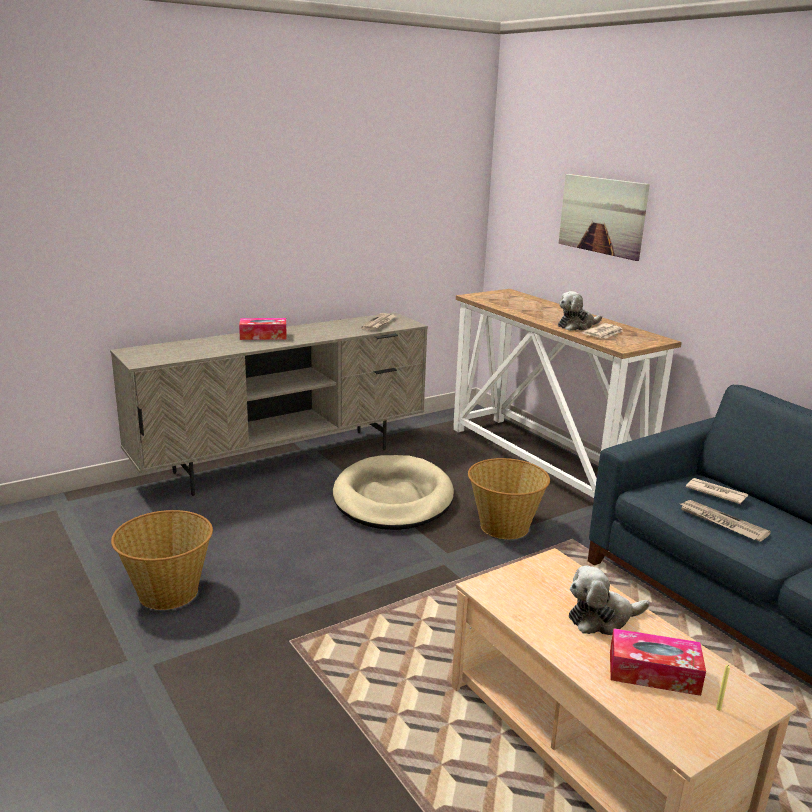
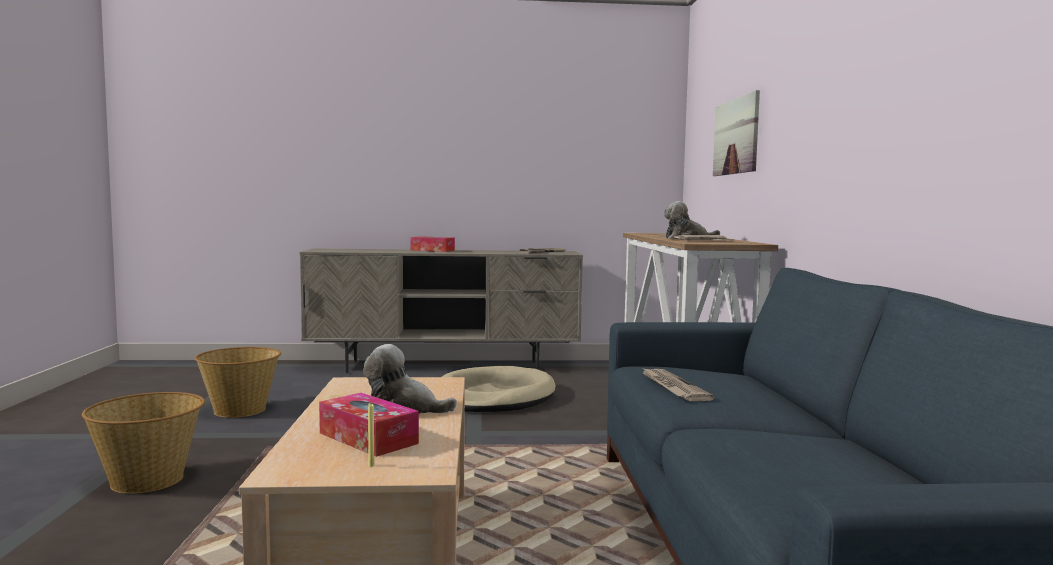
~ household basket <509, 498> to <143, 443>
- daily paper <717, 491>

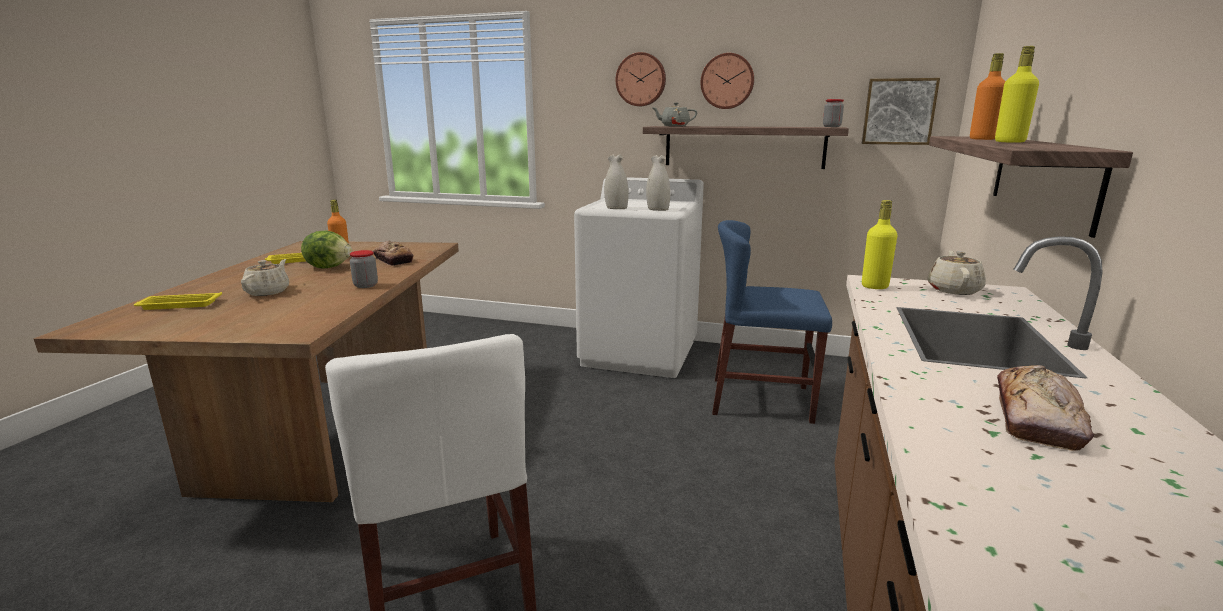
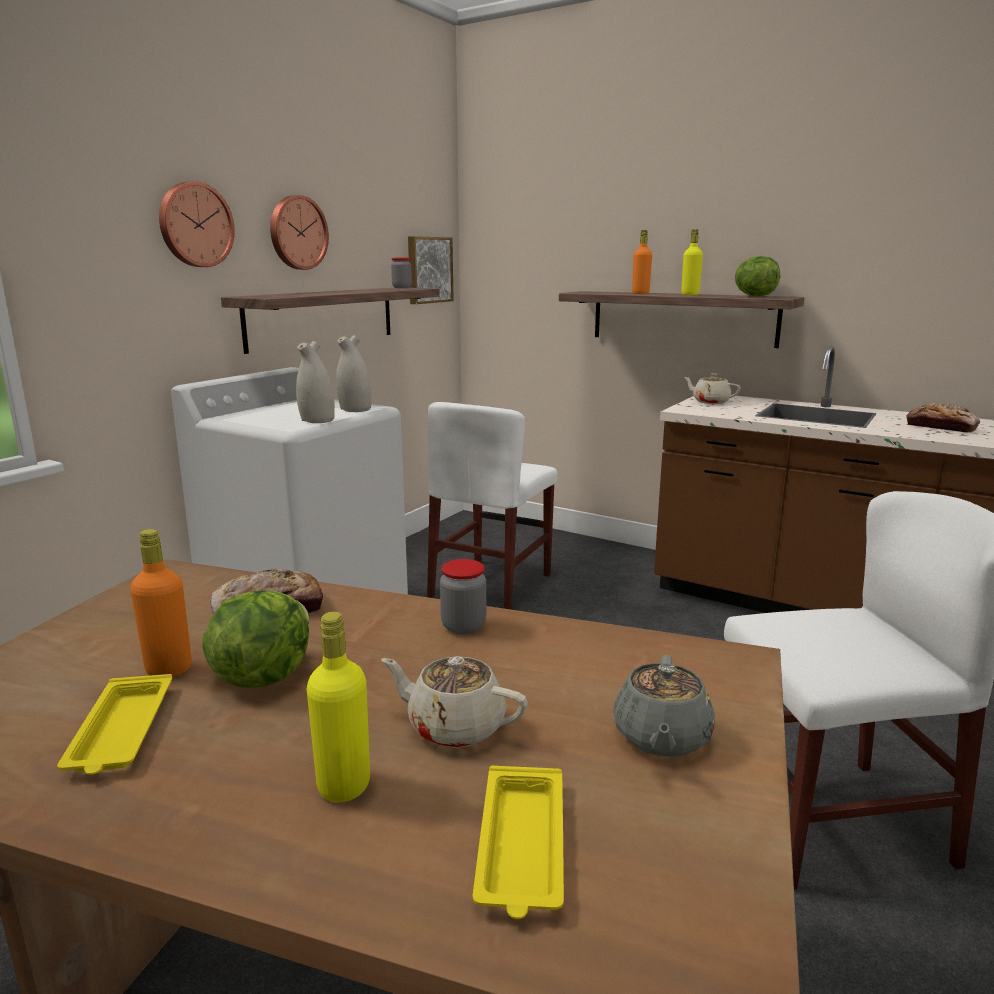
~ gray tea pot <674, 114> to <664, 706>
~ blue upright chair <772, 322> to whitish upright chair <492, 506>
~ yellow bottle <879, 244> to <338, 707>
+ lettuce head <757, 276>

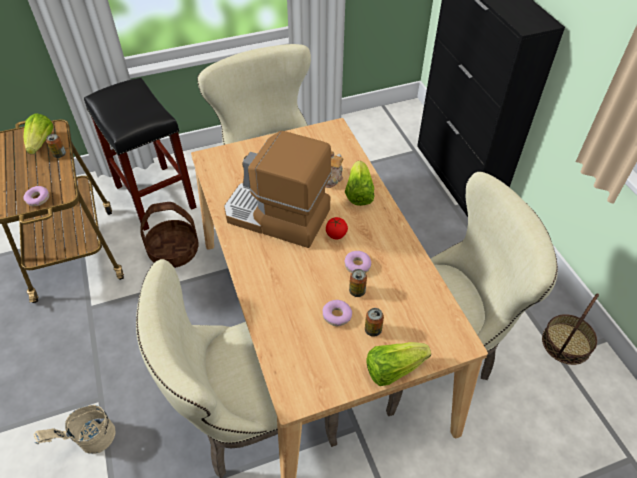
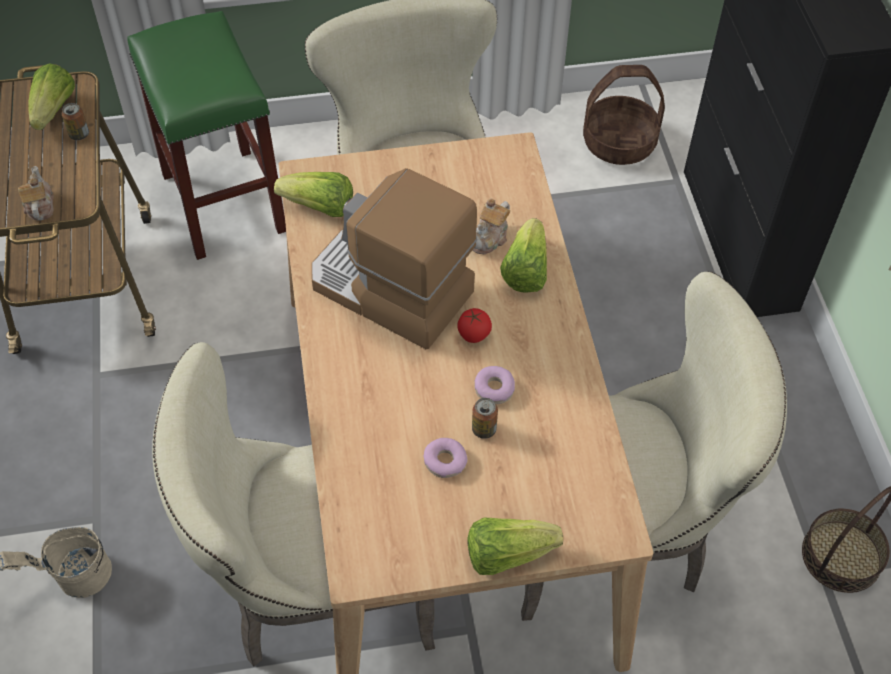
~ donut <36, 196> to tea pot <35, 193>
~ blackish sitting stool <140, 154> to green sitting stool <206, 135>
~ household basket <169, 235> to <624, 115>
- metal can <374, 322>
+ lettuce head <313, 194>

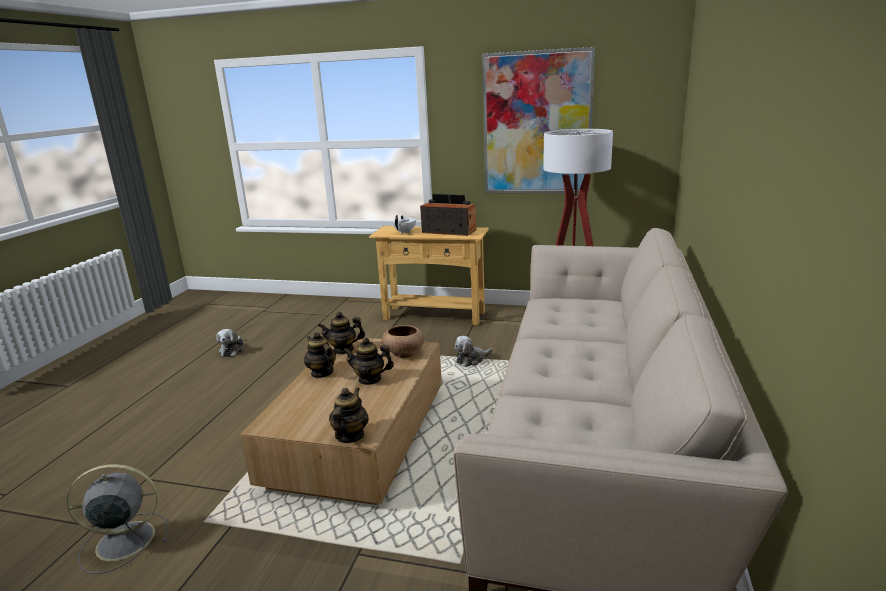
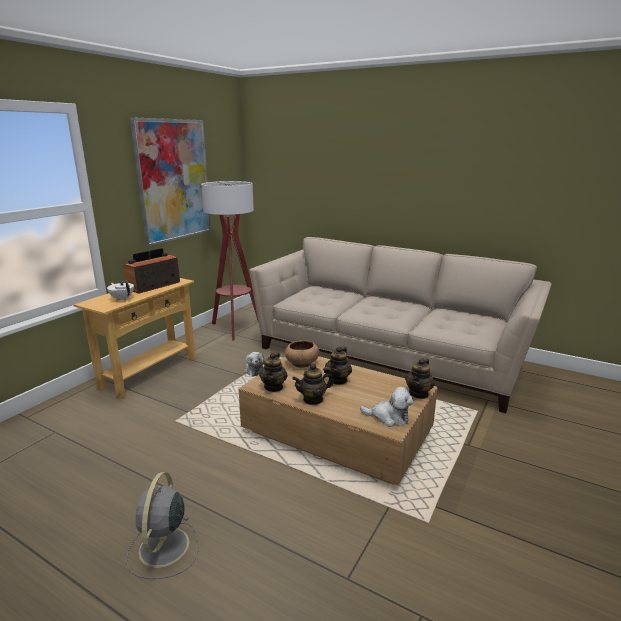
~ gray electric fan <117, 519> to <162, 525>
~ soft toy <230, 343> to <387, 407>
~ tea pot <349, 415> = <420, 378> 90 degrees counterclockwise

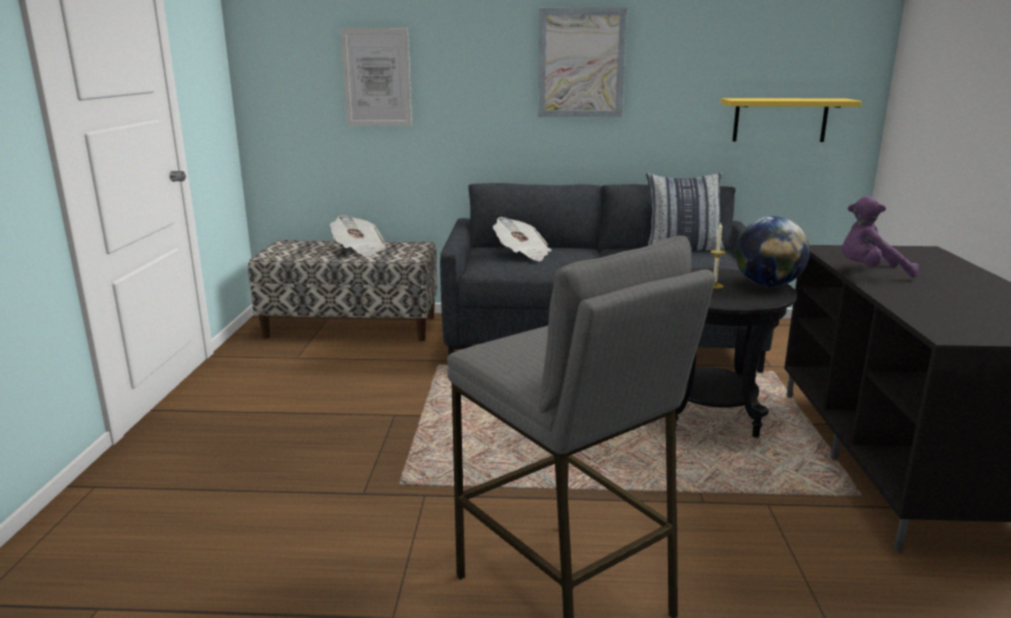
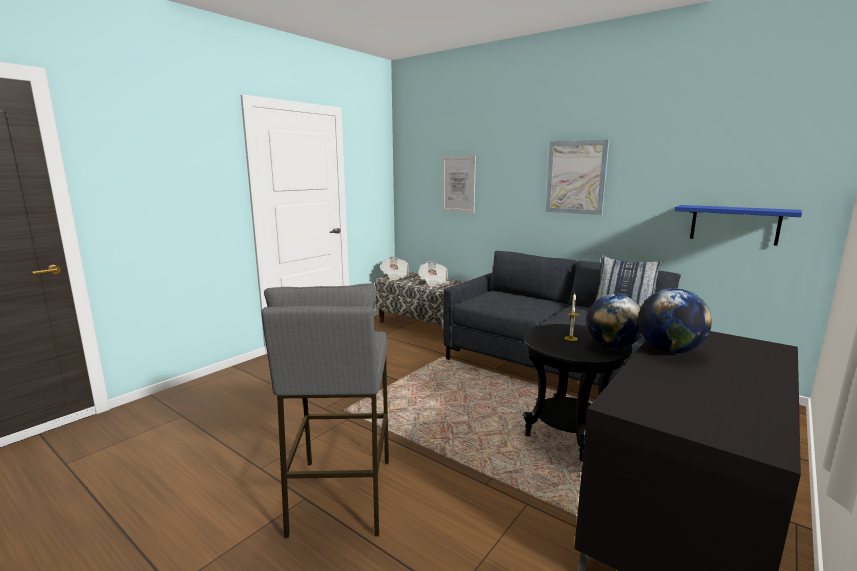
~ daily paper <522, 239> to <394, 268>
~ yellow bracket shelf <791, 120> to blue bracket shelf <738, 225>
~ purplish soft toy <880, 236> to world globe <675, 320>

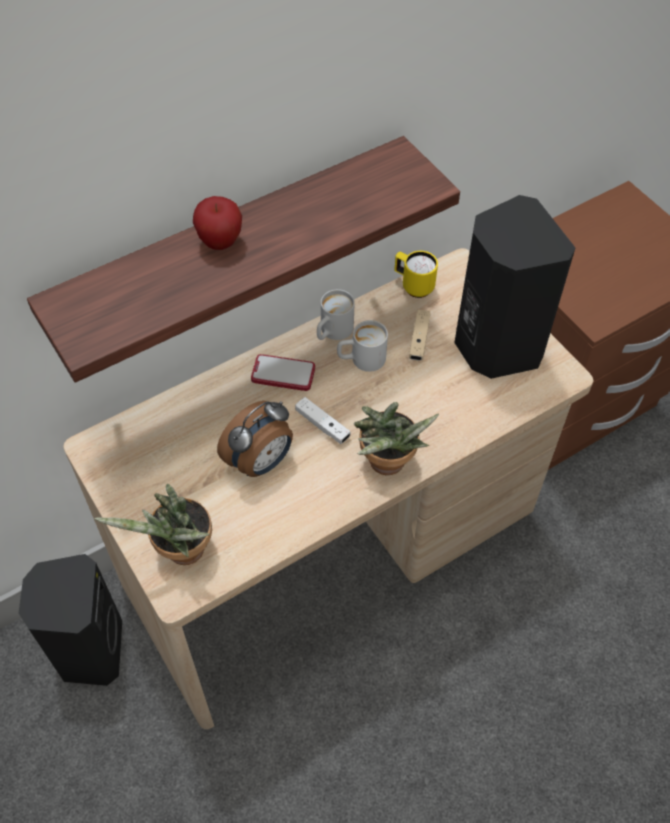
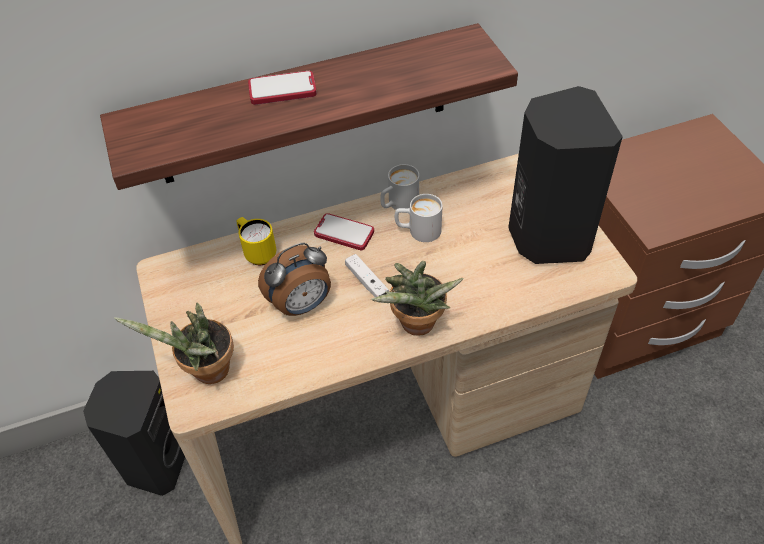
~ whole apple <217, 223> to phone <282, 88>
~ yellow coffee mug <416, 274> to <256, 241>
- beige gamepad <420, 335>

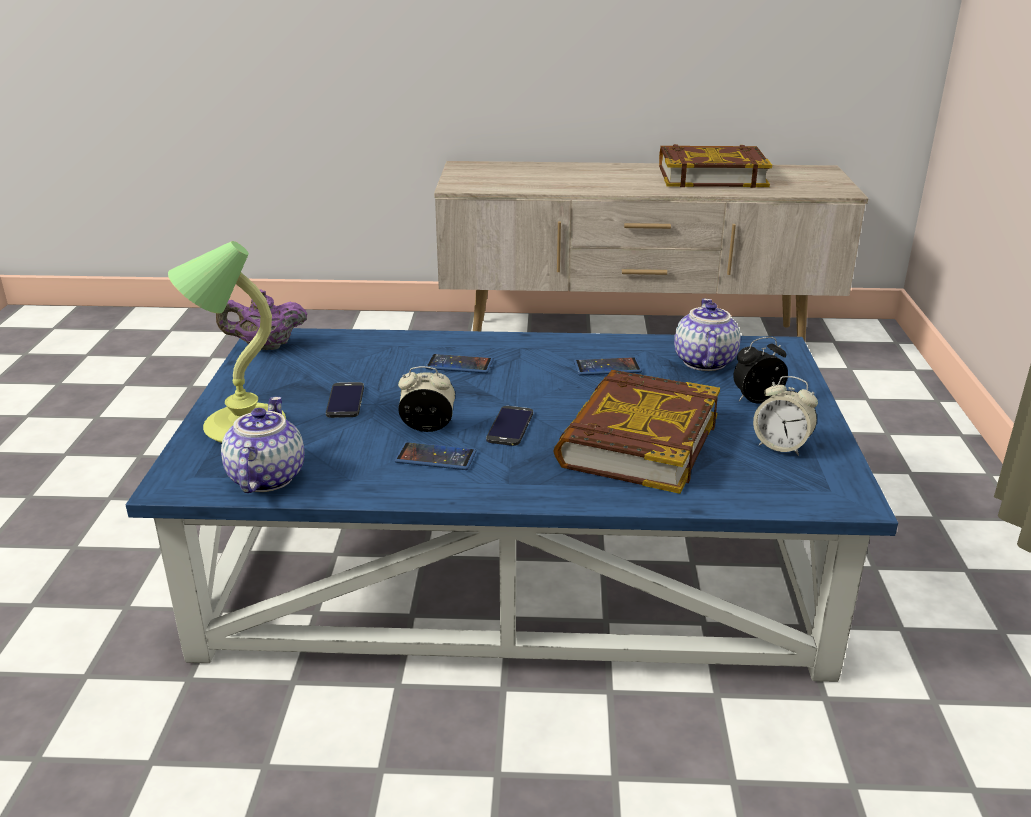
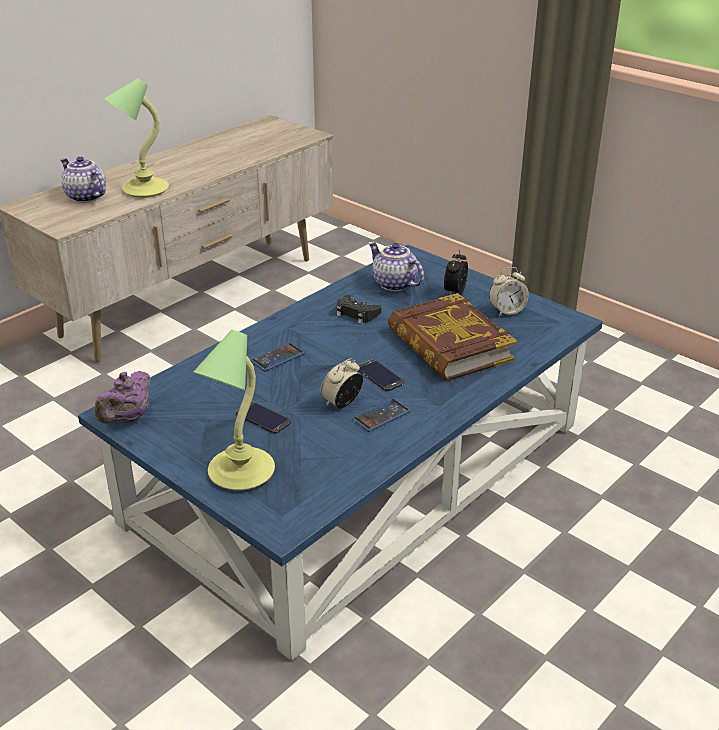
~ tea pot <262, 445> to <83, 179>
~ phone <608, 366> to blackish gamepad <359, 309>
- volume <715, 166>
+ tabletop lamp <136, 138>

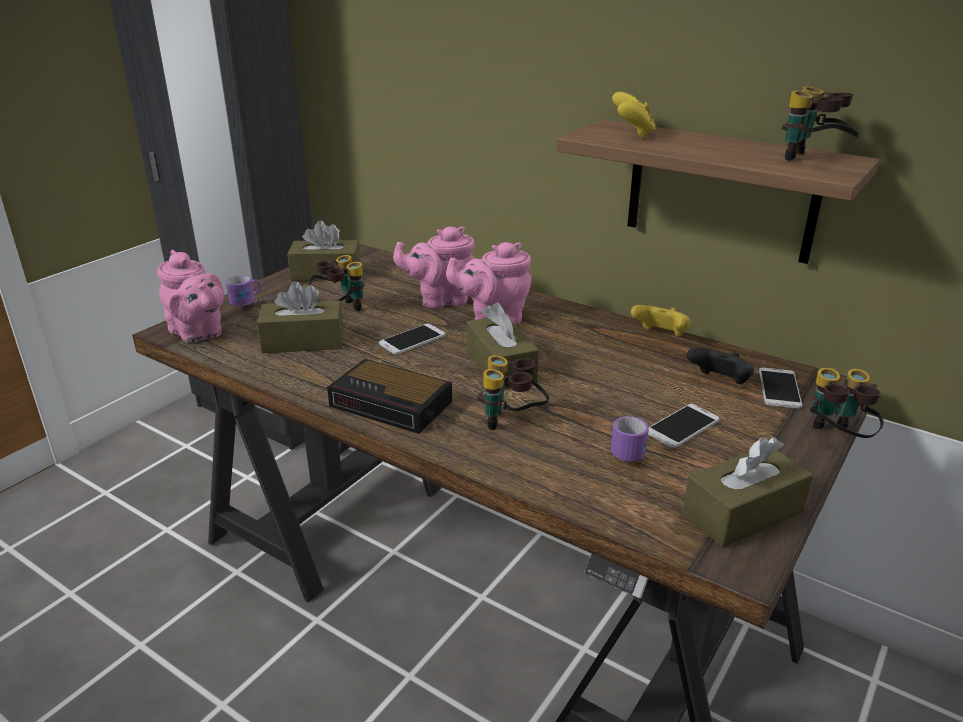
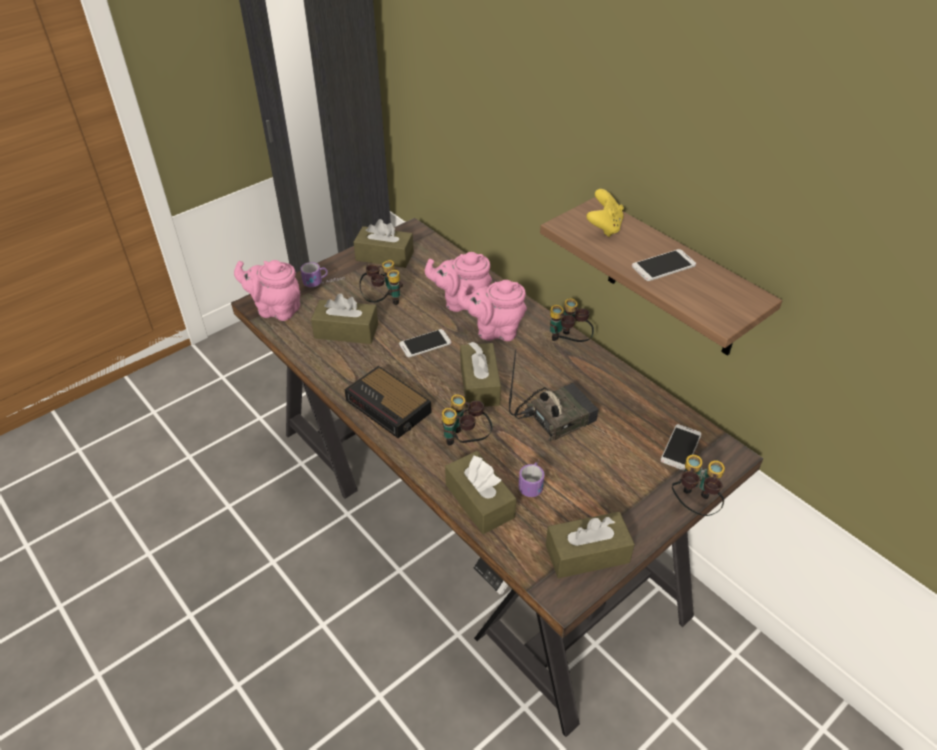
~ pink tea pot <190, 296> = <267, 290> 135 degrees clockwise
- yellow gamepad <661, 320>
~ phone <683, 426> to <664, 265>
- blackish gamepad <720, 365>
~ binoculars <820, 123> to <572, 320>
+ brownish tissue box <480, 492>
+ radio set <554, 395>

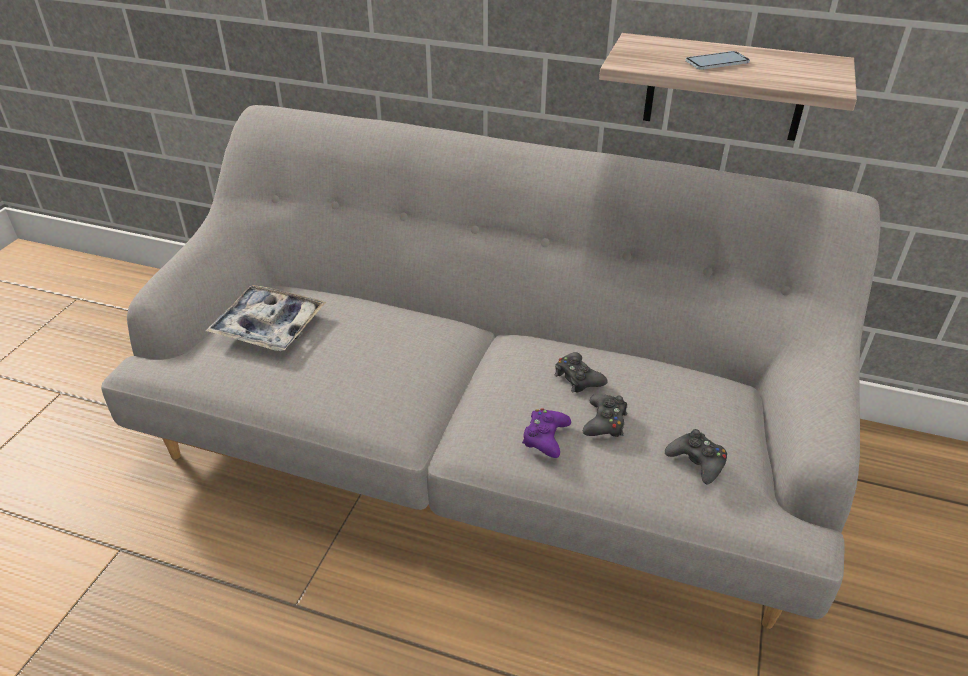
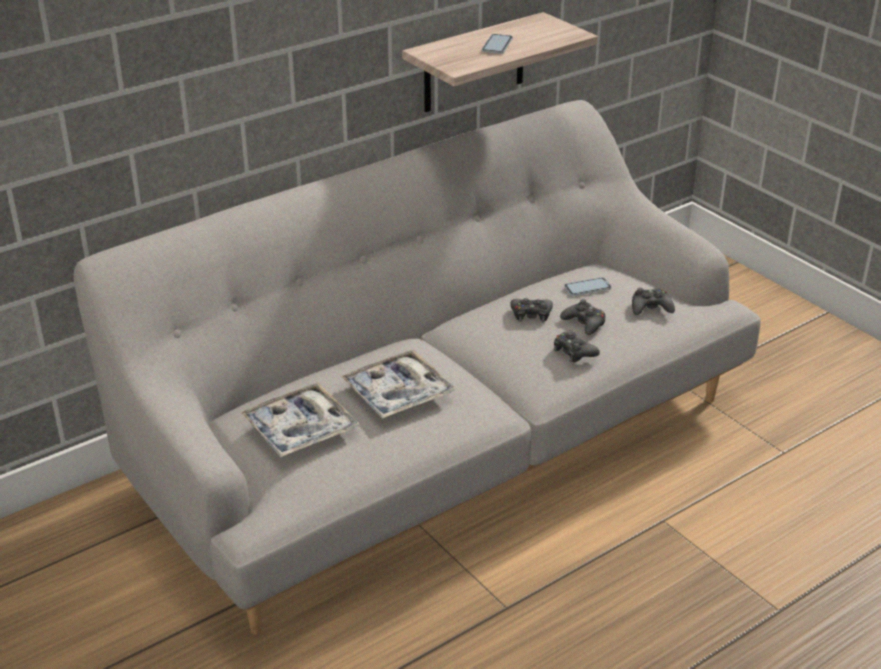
~ purplish gamepad <546, 433> to blackish gamepad <577, 346>
+ carrying tray <398, 384>
+ phone <587, 286>

